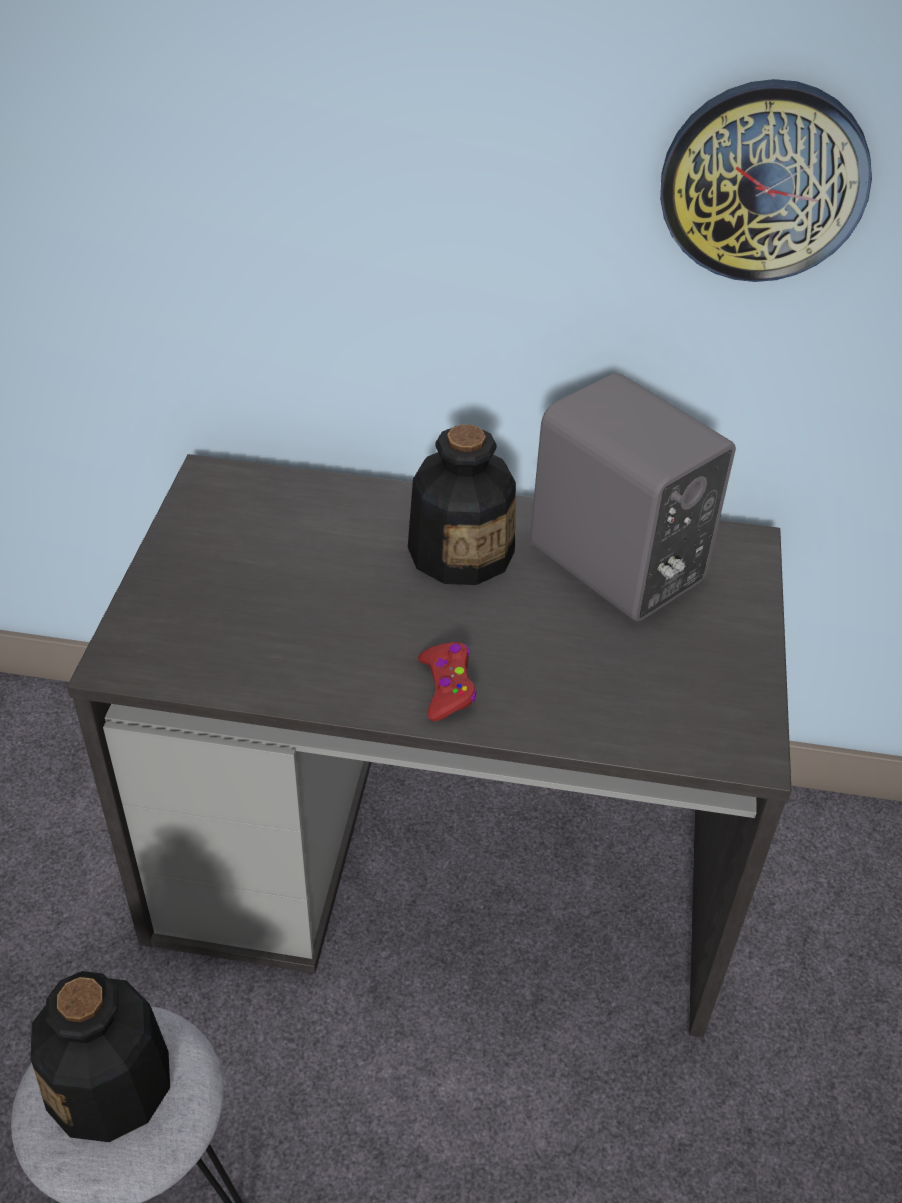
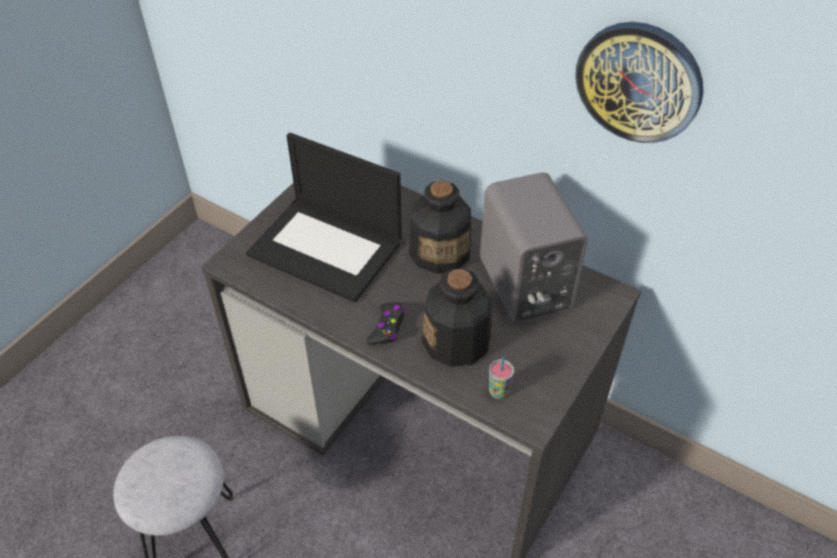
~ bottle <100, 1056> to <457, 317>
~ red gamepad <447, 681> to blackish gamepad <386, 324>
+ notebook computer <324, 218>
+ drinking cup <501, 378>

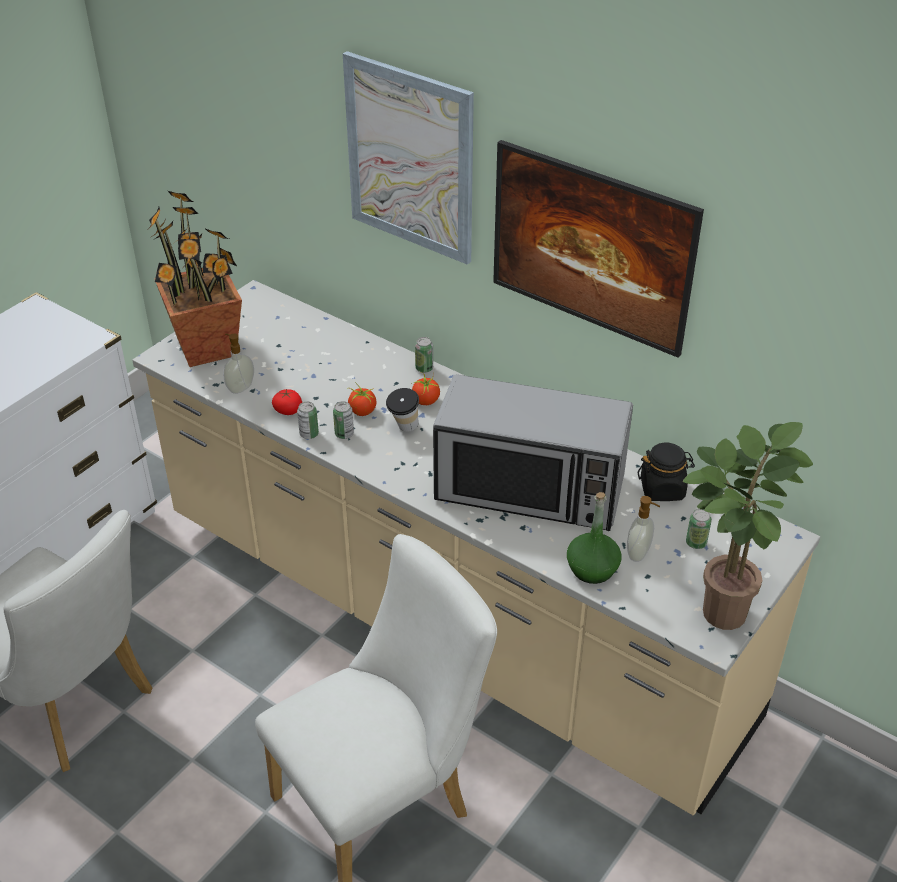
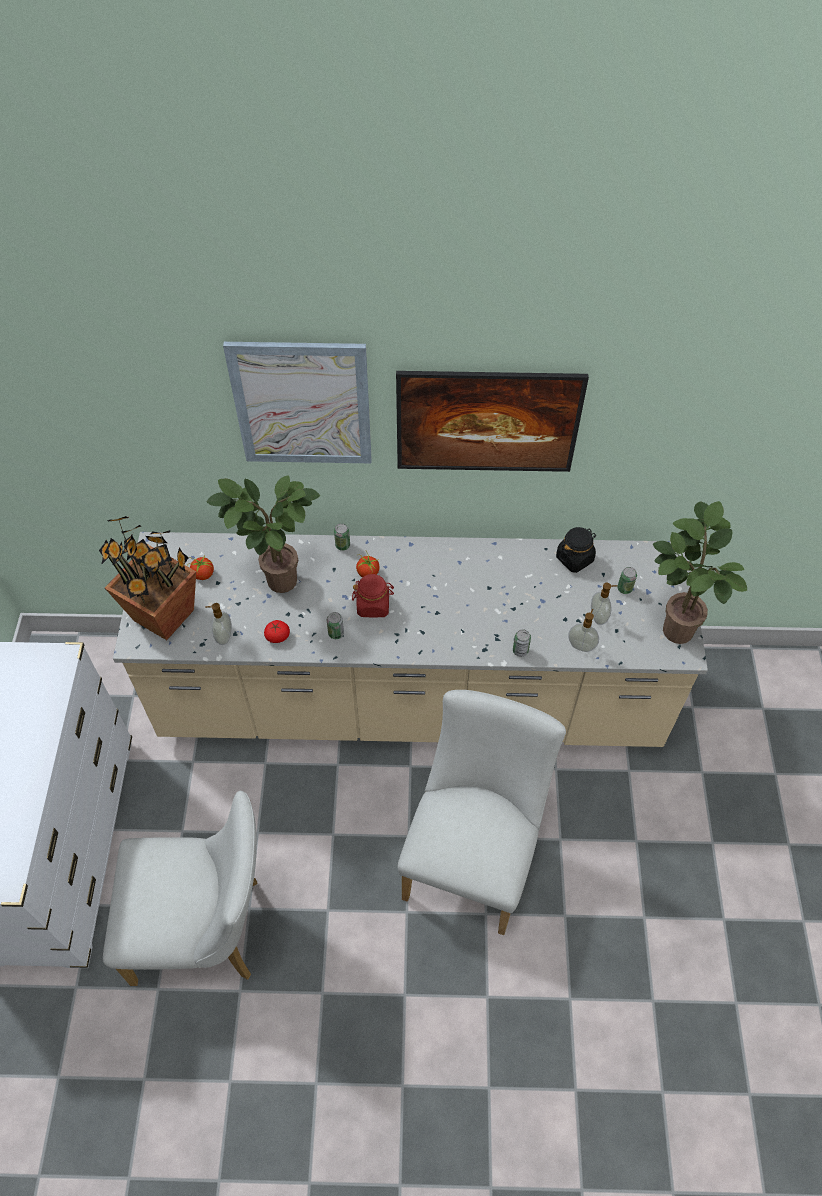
~ metal can <308, 420> to <522, 643>
~ tomato <361, 399> to <200, 568>
~ drinking cup <402, 410> to red preserve jar <373, 596>
- microwave oven <533, 452>
~ green bottle <594, 538> to soap dispenser <583, 630>
+ houseplant <263, 534>

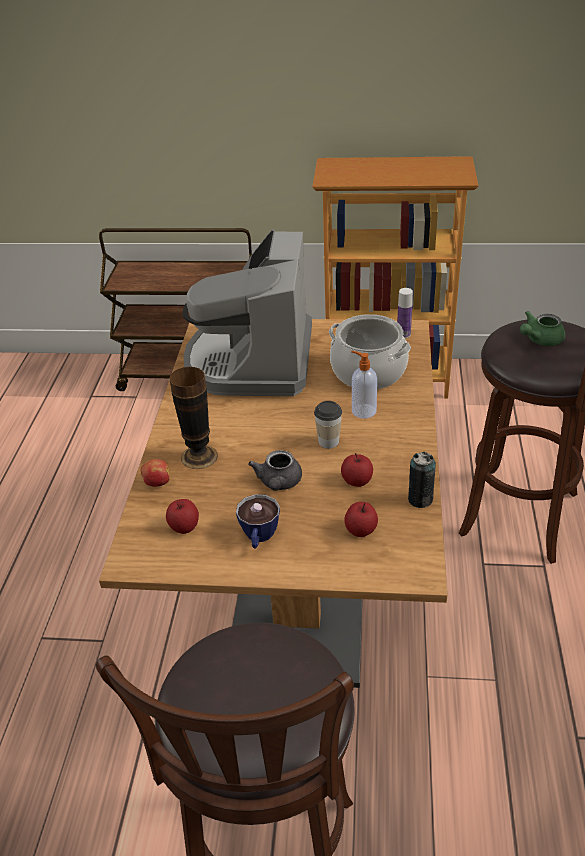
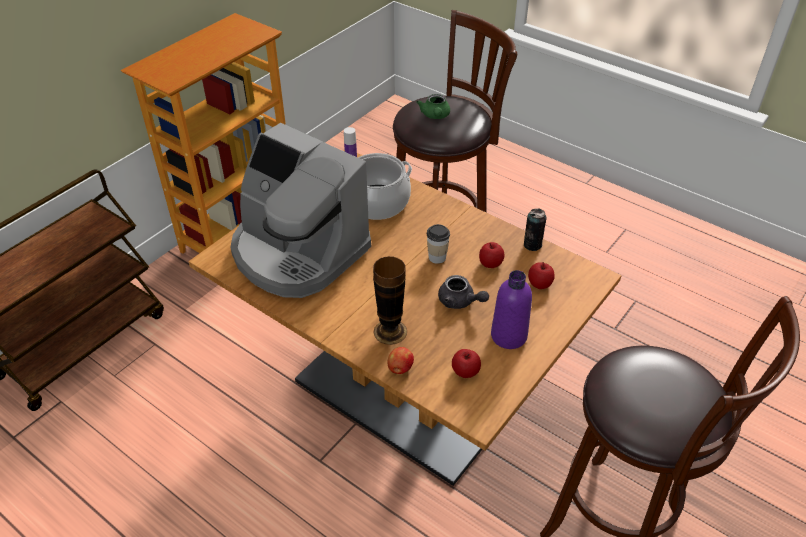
~ drinking cup <258, 521> to purplish bottle <511, 309>
- soap dispenser <364, 385>

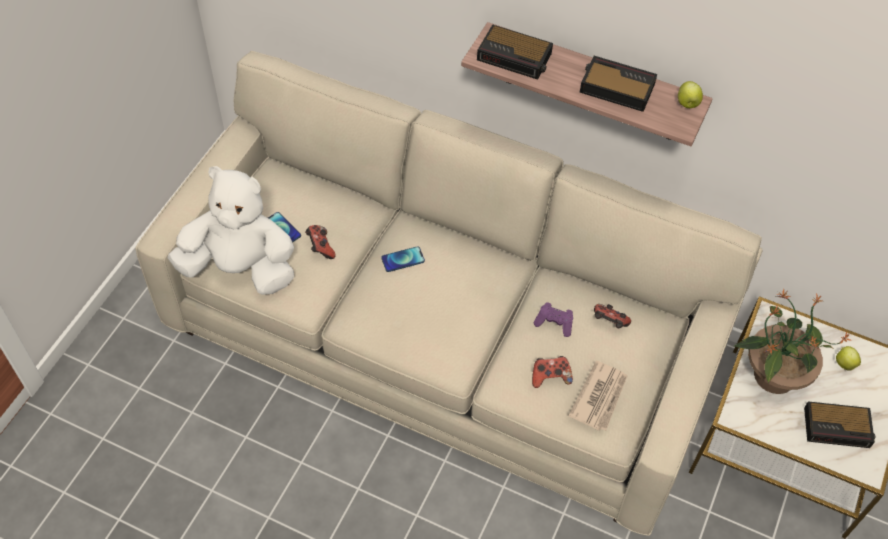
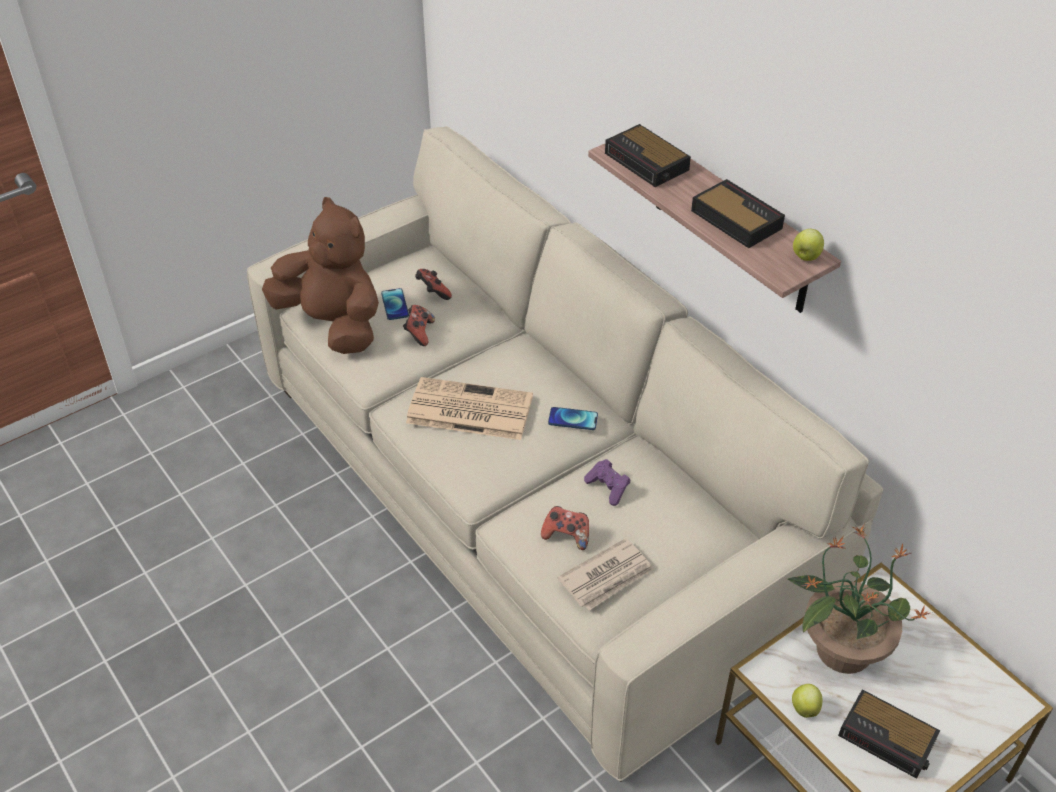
~ whitish soft toy <230, 230> to brownish soft toy <320, 275>
~ phone <403, 259> to <573, 418>
~ gamepad <612, 316> to <433, 284>
~ whole apple <848, 358> to <807, 701>
+ daily paper <469, 408>

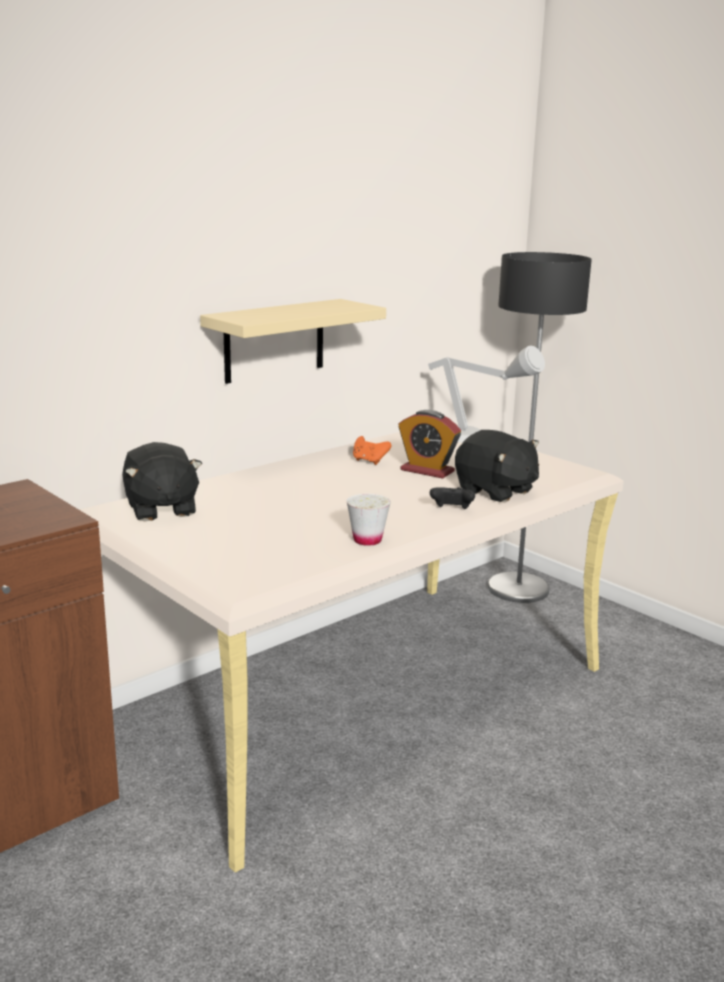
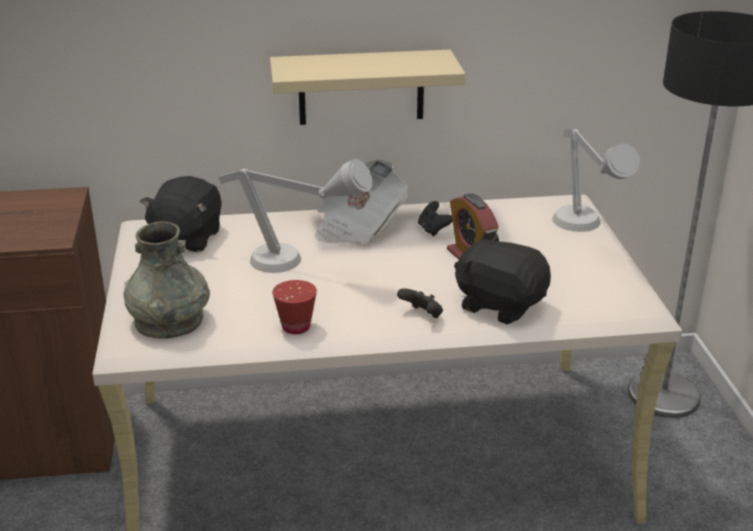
~ whitish drinking cup <369, 520> to red drinking cup <294, 307>
~ orange-coloured gamepad <372, 450> to blackish gamepad <435, 218>
~ blackish soft toy <497, 466> = <502, 279> 135 degrees clockwise
+ gray vase <166, 280>
+ gray tabletop lamp <295, 216>
+ daily paper <361, 202>

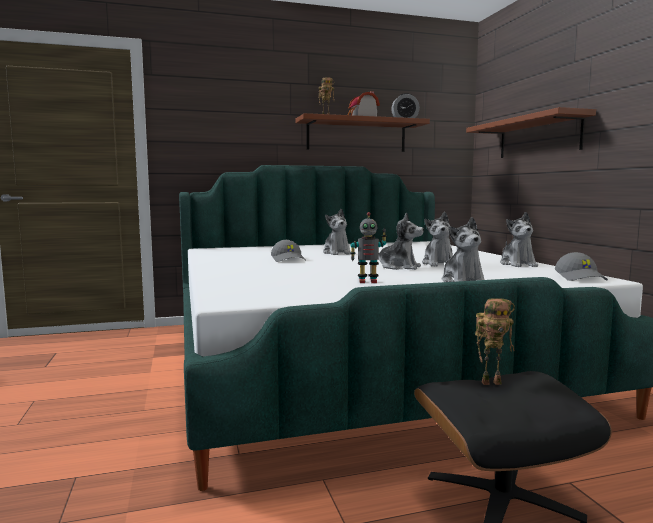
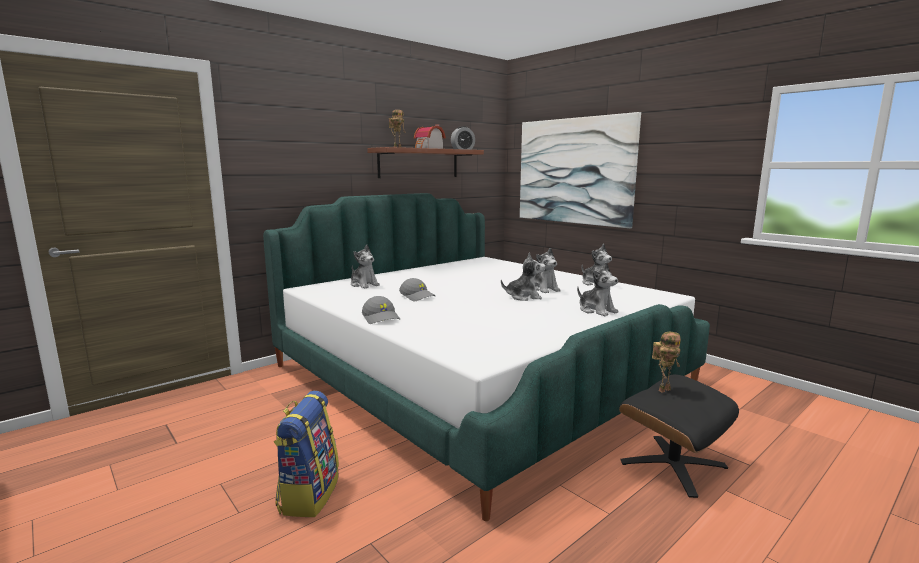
~ soft toy <337, 232> to <365, 266>
- robot figure <368, 247>
~ brownish bracket shelf <531, 132> to picture <580, 170>
~ gray baseball cap <581, 266> to <381, 310>
+ rucksack <306, 454>

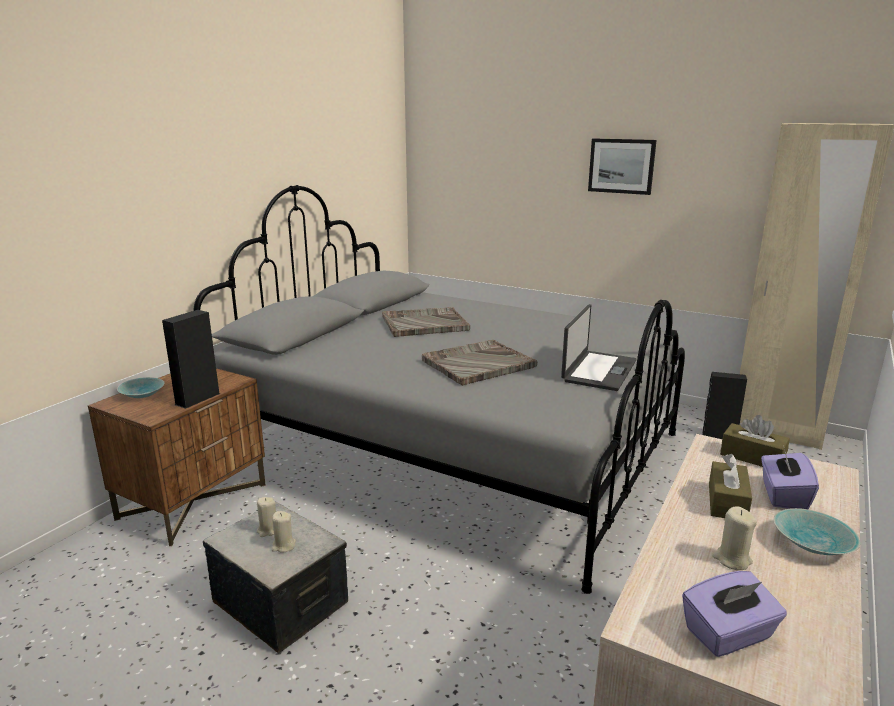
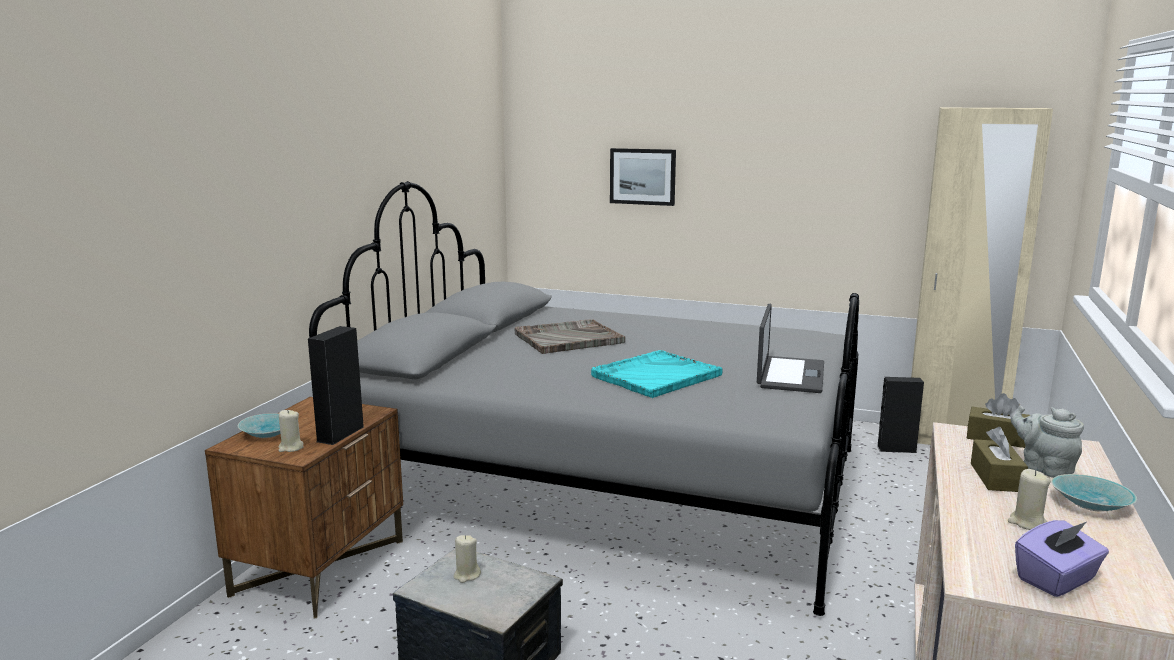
~ beige wax light <284, 532> to <291, 430>
~ gray carrying tray <479, 363> to turquoise-coloured carrying tray <657, 374>
~ picture <622, 166> to <643, 177>
~ purplish tissue box <790, 477> to gray tea pot <1047, 442>

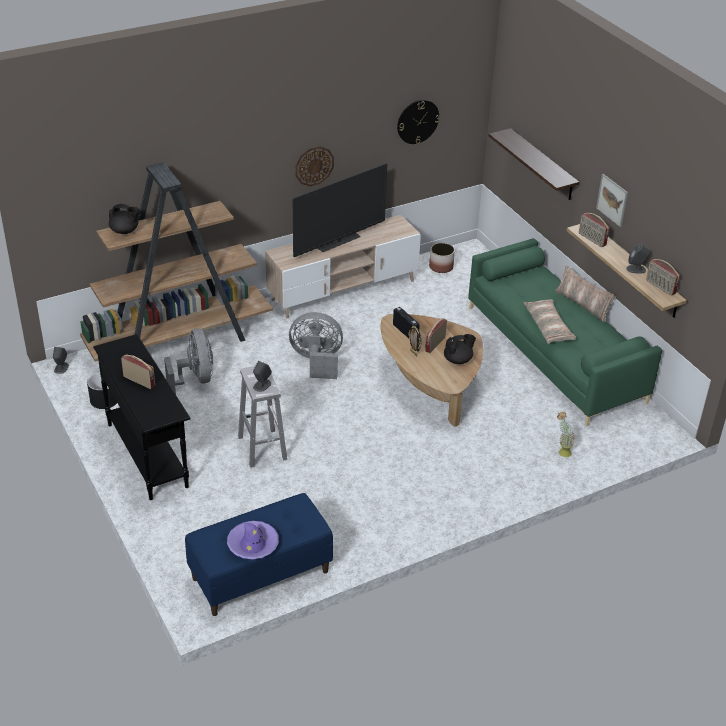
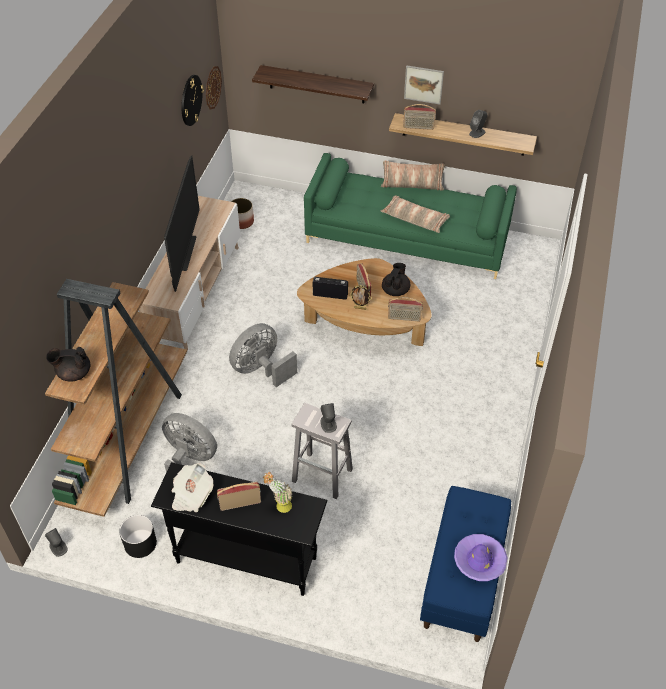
~ blackish tea pot <124, 219> = <68, 364> 150 degrees counterclockwise
~ hanging clock <314, 166> to <214, 87>
~ houseplant <566, 434> to <278, 492>
~ radio set <663, 277> to <405, 309>
+ daily paper <192, 487>

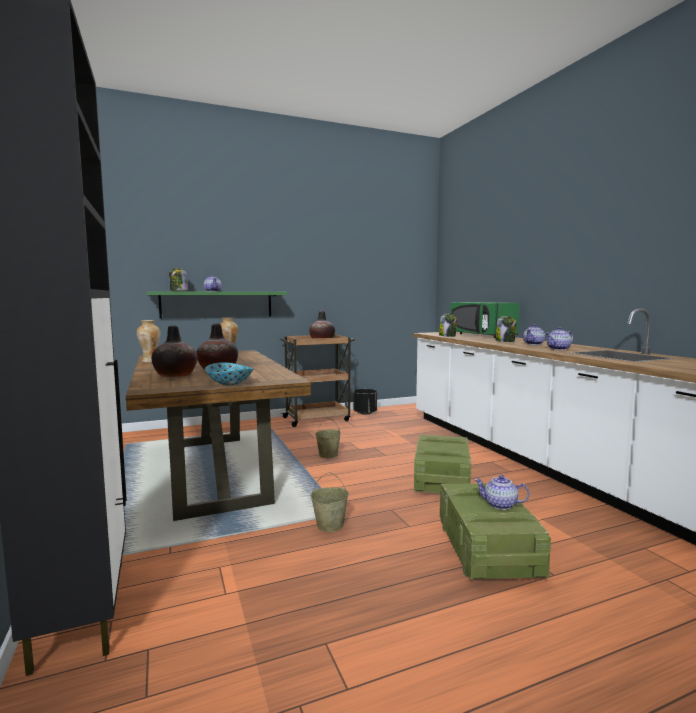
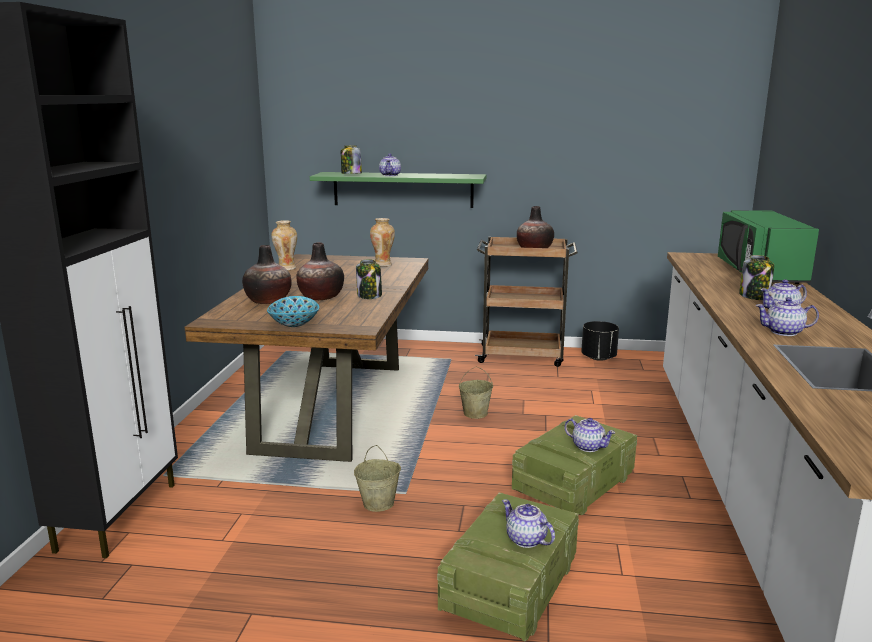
~ preserve jar <448, 325> to <369, 279>
+ tea pot <590, 435>

